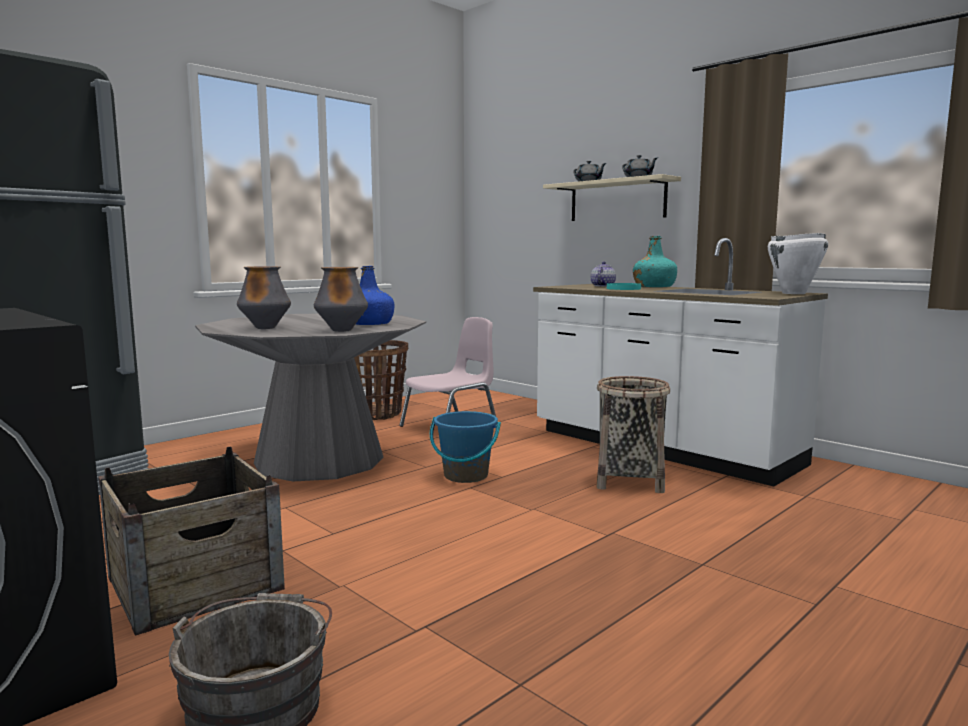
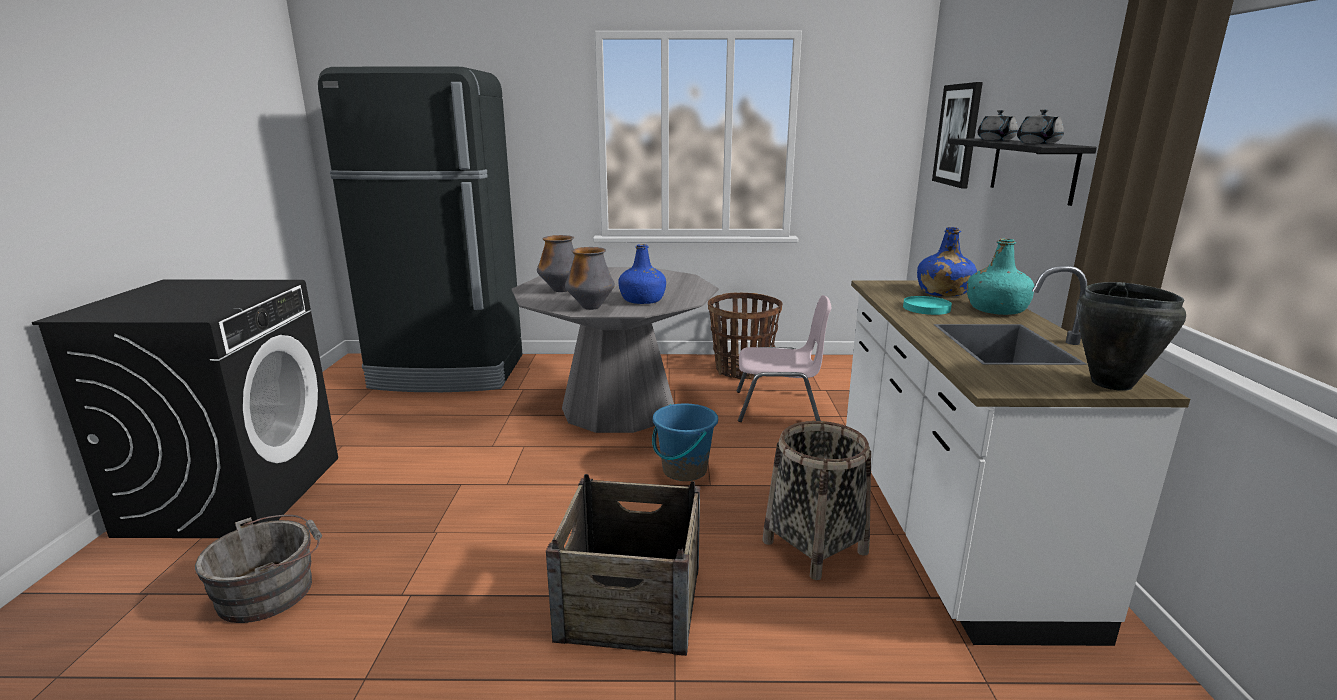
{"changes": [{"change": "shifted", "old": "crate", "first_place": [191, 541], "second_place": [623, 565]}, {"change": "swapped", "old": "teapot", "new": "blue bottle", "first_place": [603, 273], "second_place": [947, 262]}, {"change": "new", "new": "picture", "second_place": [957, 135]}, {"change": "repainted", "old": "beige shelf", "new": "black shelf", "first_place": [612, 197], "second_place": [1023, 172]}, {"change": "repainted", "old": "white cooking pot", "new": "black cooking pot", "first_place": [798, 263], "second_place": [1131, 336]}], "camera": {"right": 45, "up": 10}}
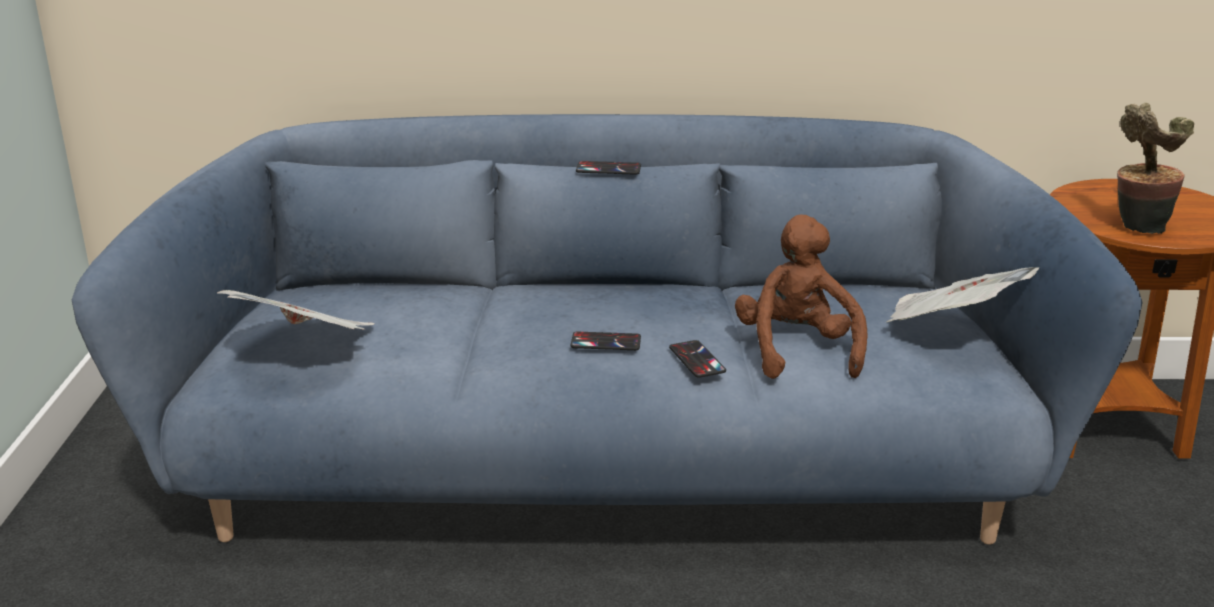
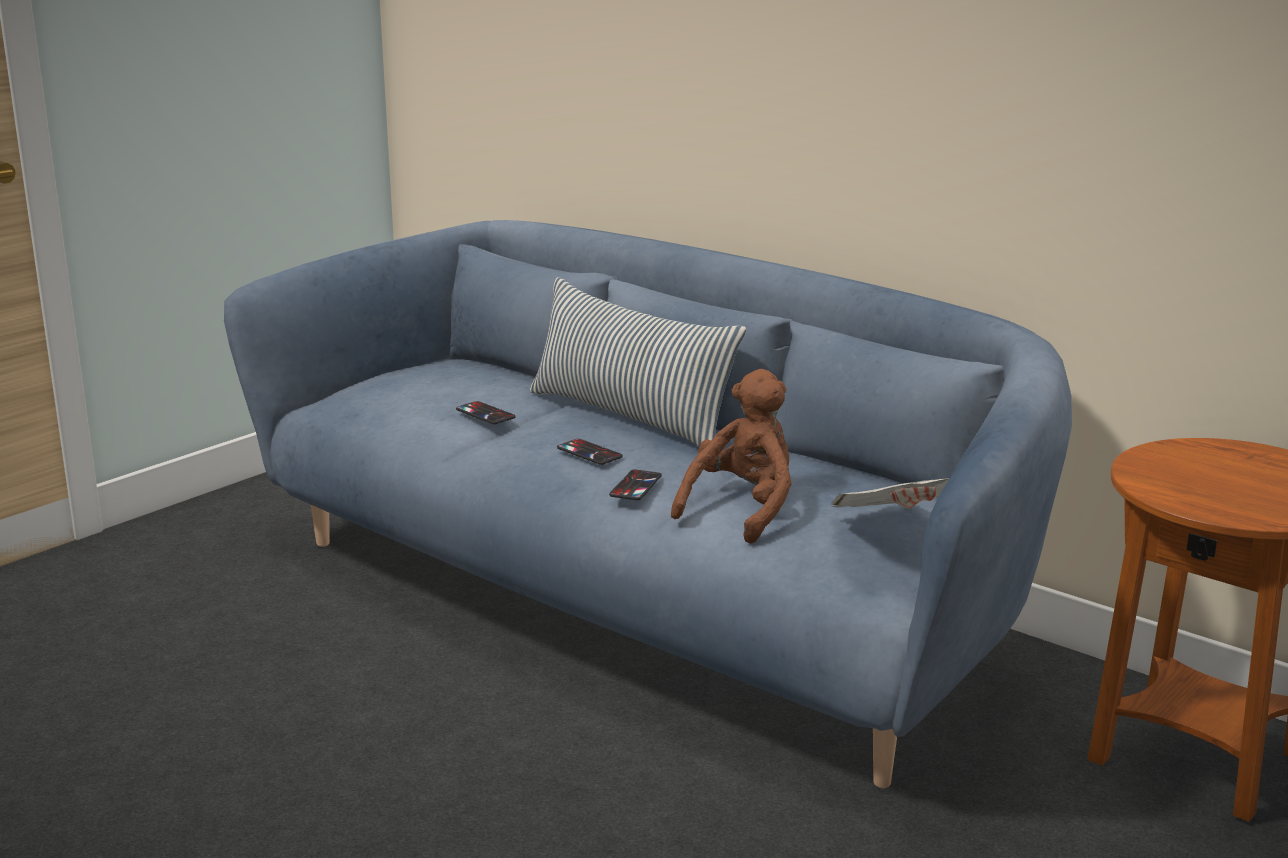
{"changes": [{"change": "shifted", "old": "phone", "first_place": [608, 168], "second_place": [486, 412]}, {"change": "new", "new": "pillow", "second_place": [638, 361]}, {"change": "gone", "old": "newspaper", "first_place": [296, 310]}, {"change": "gone", "old": "potted plant", "first_place": [1155, 168]}], "camera": {"right": 40, "up": -5}}
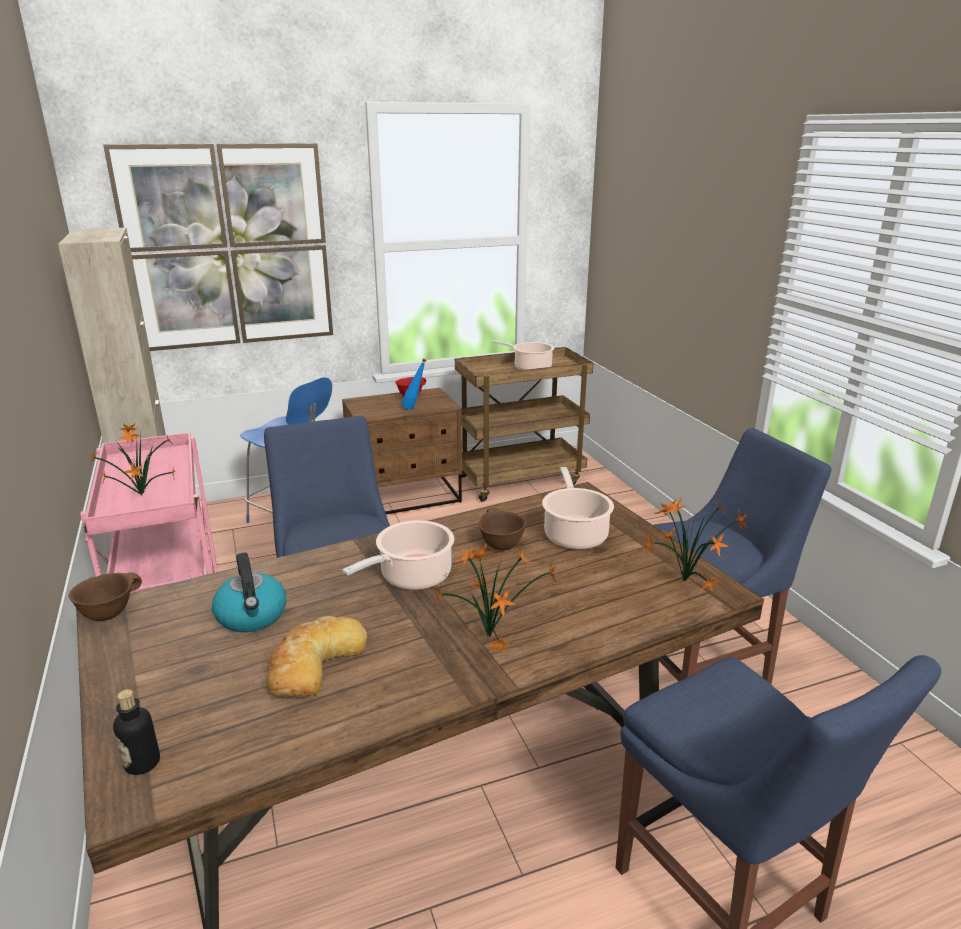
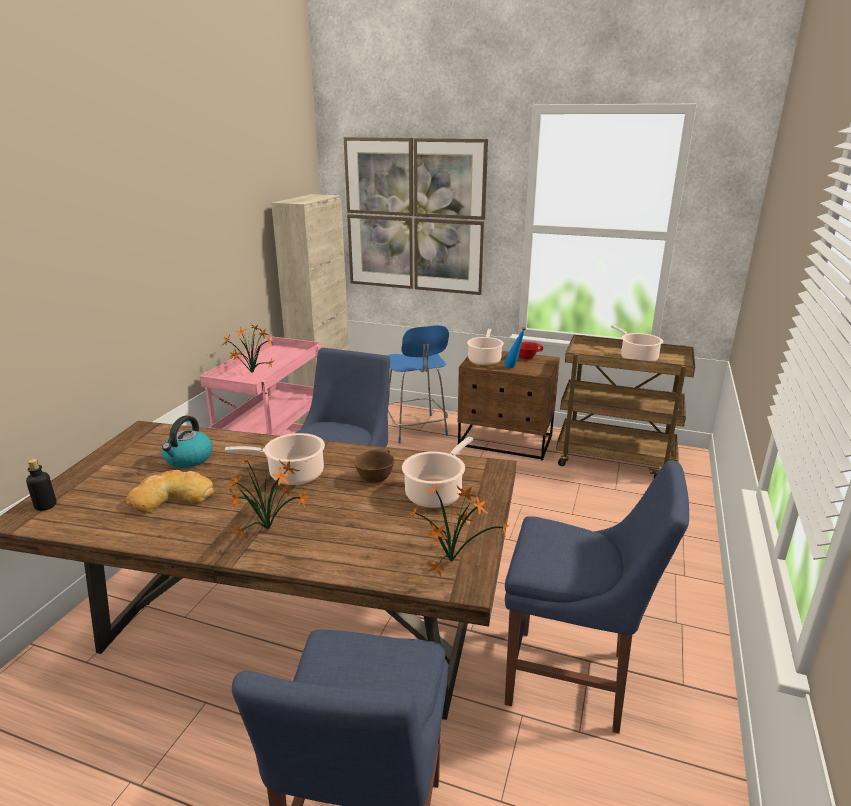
{"changes": [{"change": "new", "new": "cooking pot", "second_place": [485, 347]}, {"change": "gone", "old": "brown bowl", "first_place": [105, 596]}], "camera": {"right": 40, "up": 0}}
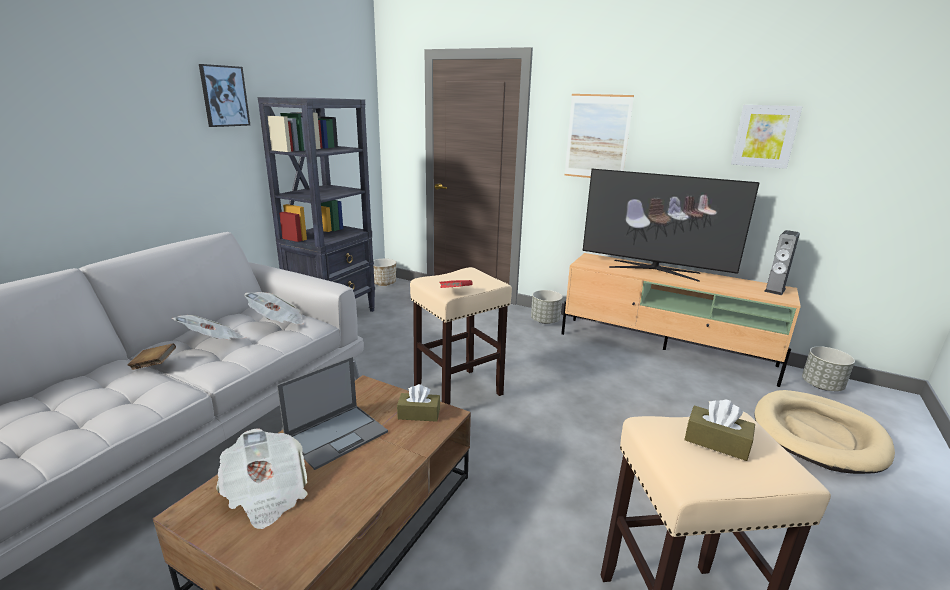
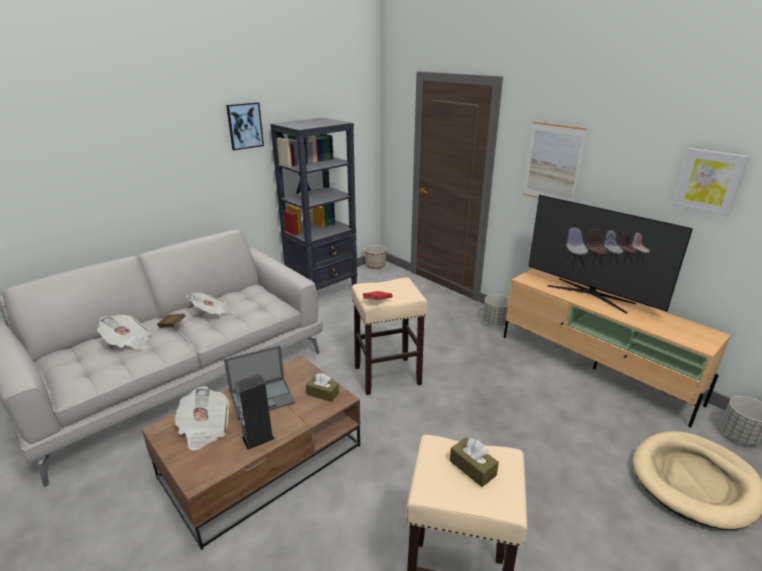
{"changes": [{"change": "shifted", "old": "newspaper", "first_place": [274, 308], "second_place": [124, 332]}, {"change": "shifted", "old": "speaker", "first_place": [782, 263], "second_place": [255, 412]}], "camera": {"right": 20, "up": 5}}
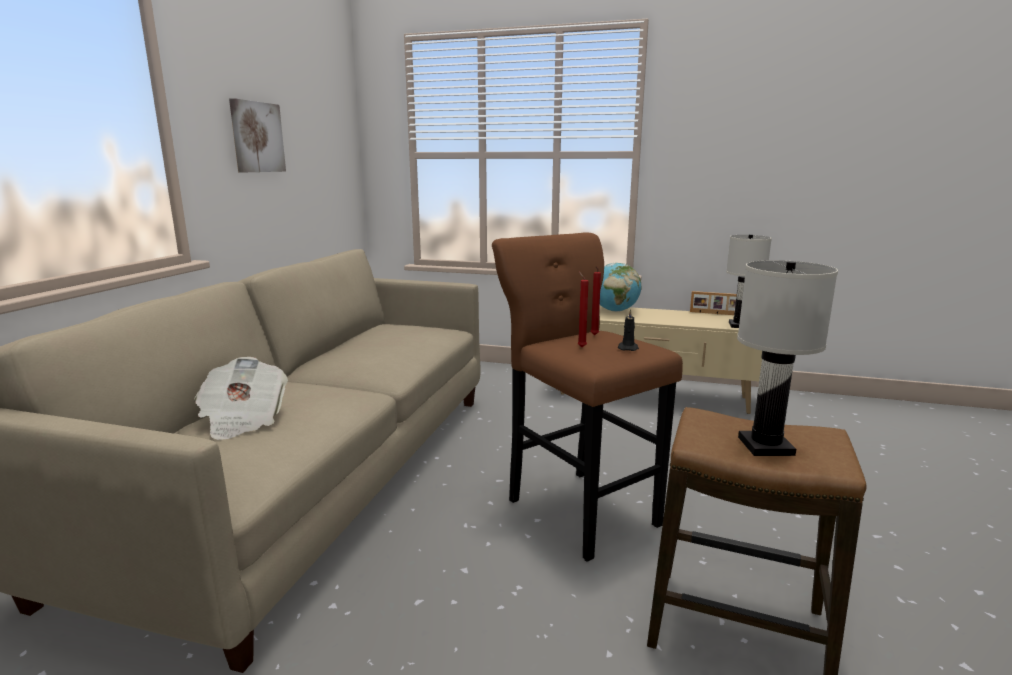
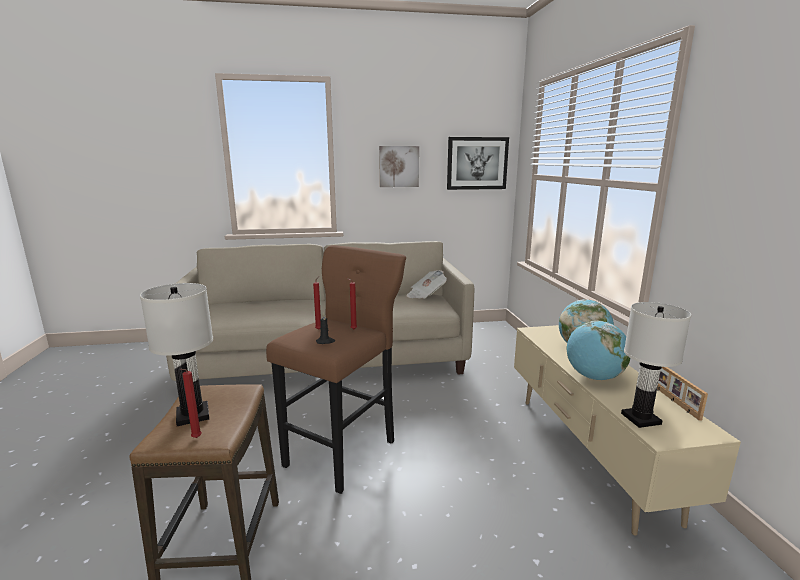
{"changes": [{"change": "new", "new": "red candle", "second_place": [191, 403]}, {"change": "shifted", "old": "newspaper", "first_place": [241, 398], "second_place": [426, 284]}, {"change": "new", "new": "picture", "second_place": [478, 163]}, {"change": "new", "new": "globe", "second_place": [598, 350]}], "camera": {"right": 65, "up": 0}}
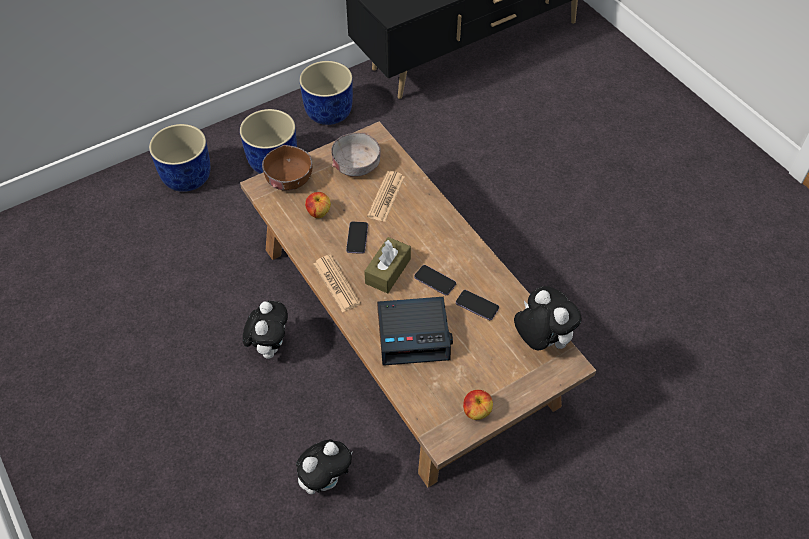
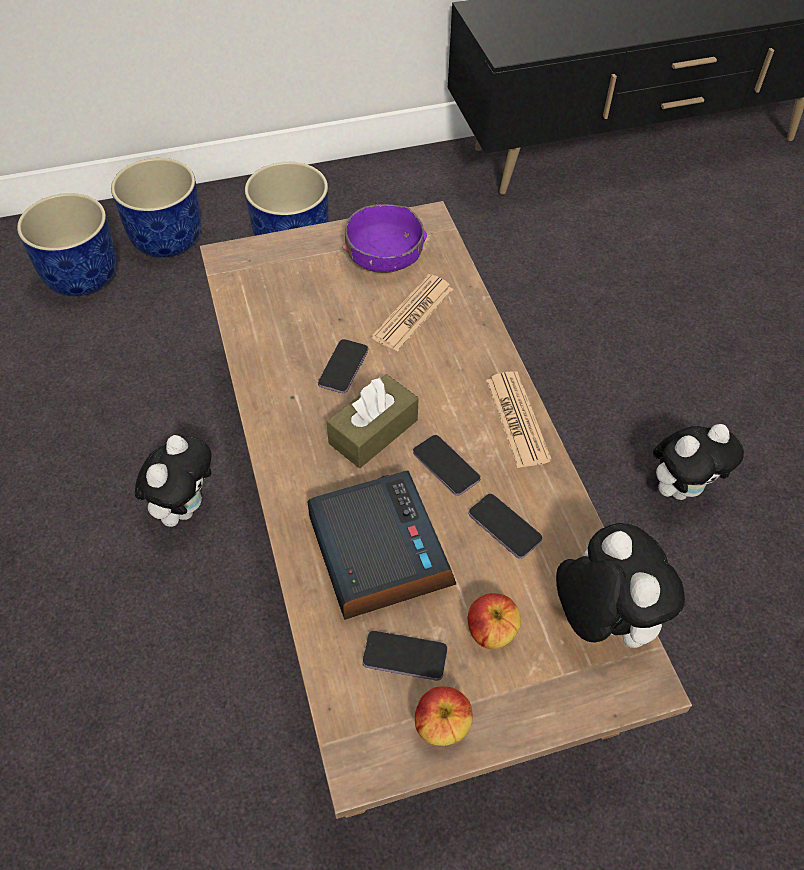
{"changes": [{"change": "shifted", "old": "blue planter", "first_place": [326, 93], "second_place": [67, 244]}, {"change": "rotated", "old": "alarm clock", "first_place": [415, 331], "second_place": [381, 545], "degrees": -120}, {"change": "repainted", "old": "grey bowl", "new": "purple bowl", "first_place": [355, 155], "second_place": [384, 238]}, {"change": "new", "new": "phone", "second_place": [405, 655]}, {"change": "shifted", "old": "apple", "first_place": [318, 205], "second_place": [494, 621]}, {"change": "shifted", "old": "newspaper", "first_place": [337, 283], "second_place": [519, 419]}, {"change": "shifted", "old": "plush toy", "first_place": [324, 466], "second_place": [698, 462]}, {"change": "gone", "old": "brown bowl", "first_place": [287, 168]}], "camera": {"right": 15, "up": 0}}
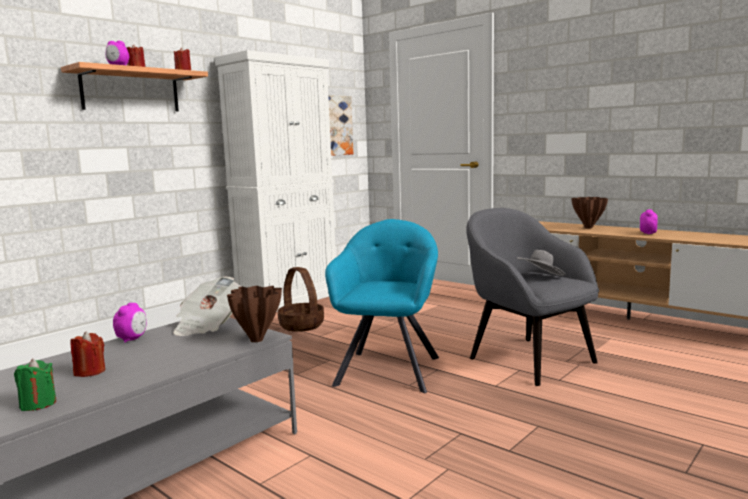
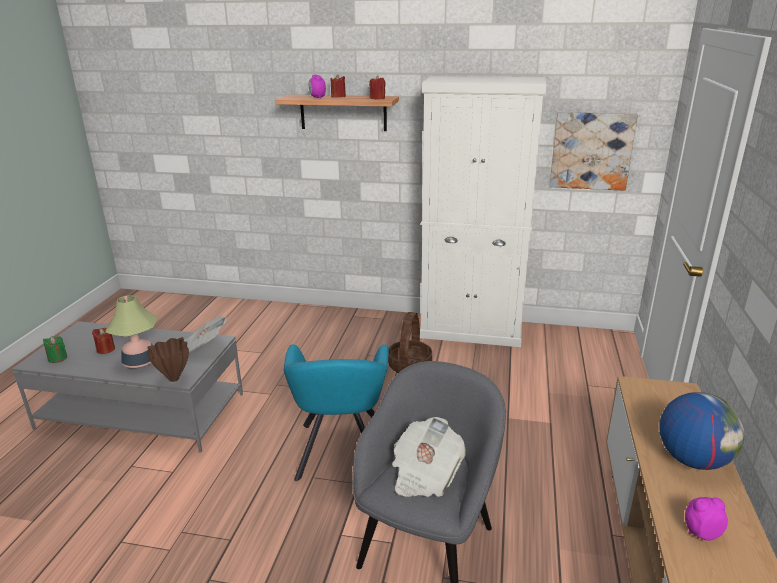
{"changes": [{"change": "new", "new": "table lamp", "second_place": [131, 331]}, {"change": "rotated", "old": "turquoise armchair", "first_place": [382, 306], "second_place": [336, 412], "degrees": 105}, {"change": "swapped", "old": "grey hat", "new": "newspaper", "first_place": [541, 263], "second_place": [429, 457]}, {"change": "swapped", "old": "brown vase", "new": "globe", "first_place": [590, 212], "second_place": [702, 431]}, {"change": "gone", "old": "alarm clock", "first_place": [130, 323]}], "camera": {"right": 60, "up": 15}}
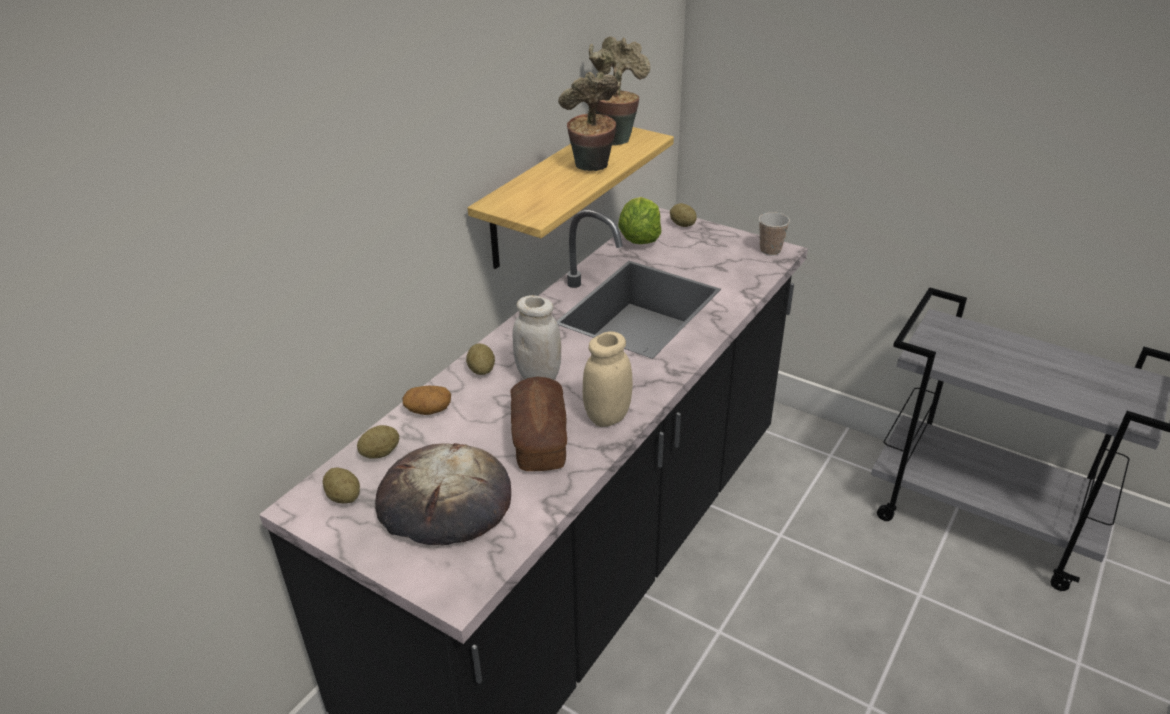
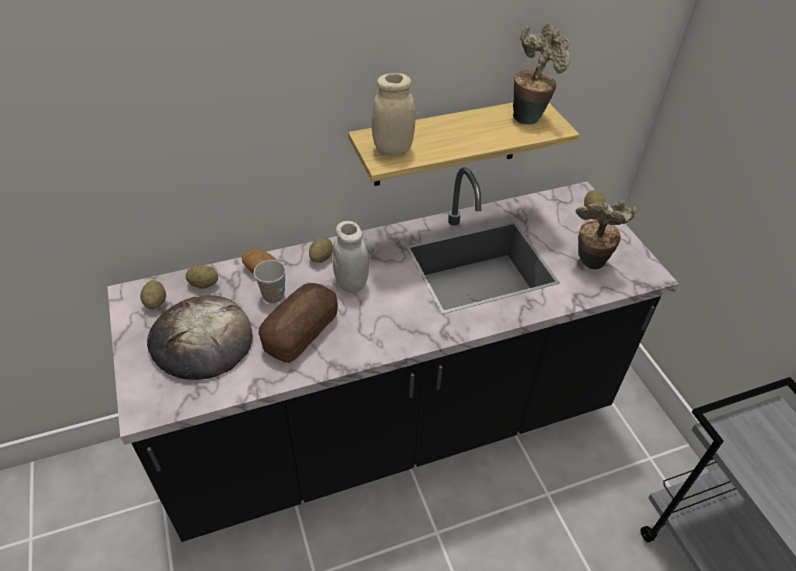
{"changes": [{"change": "shifted", "old": "cup", "first_place": [774, 234], "second_place": [270, 281]}, {"change": "shifted", "old": "beige jar", "first_place": [608, 379], "second_place": [394, 114]}, {"change": "shifted", "old": "potted plant", "first_place": [590, 120], "second_place": [606, 234]}, {"change": "gone", "old": "lettuce", "first_place": [639, 220]}], "camera": {"right": 35, "up": 10}}
